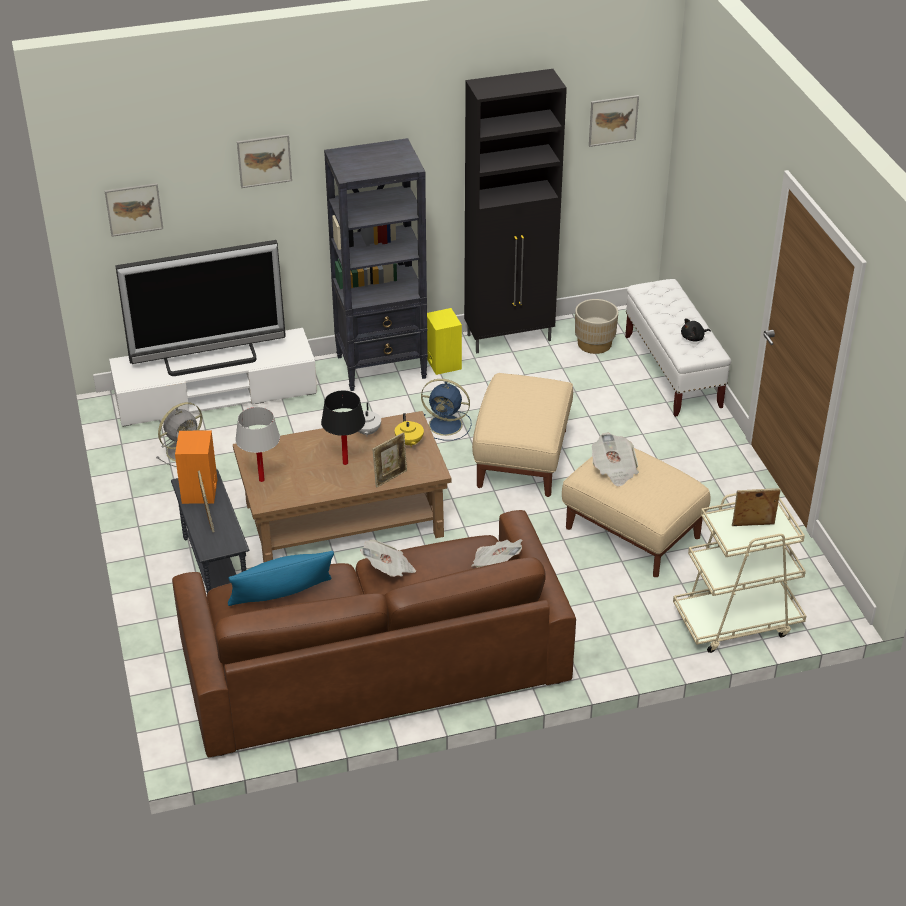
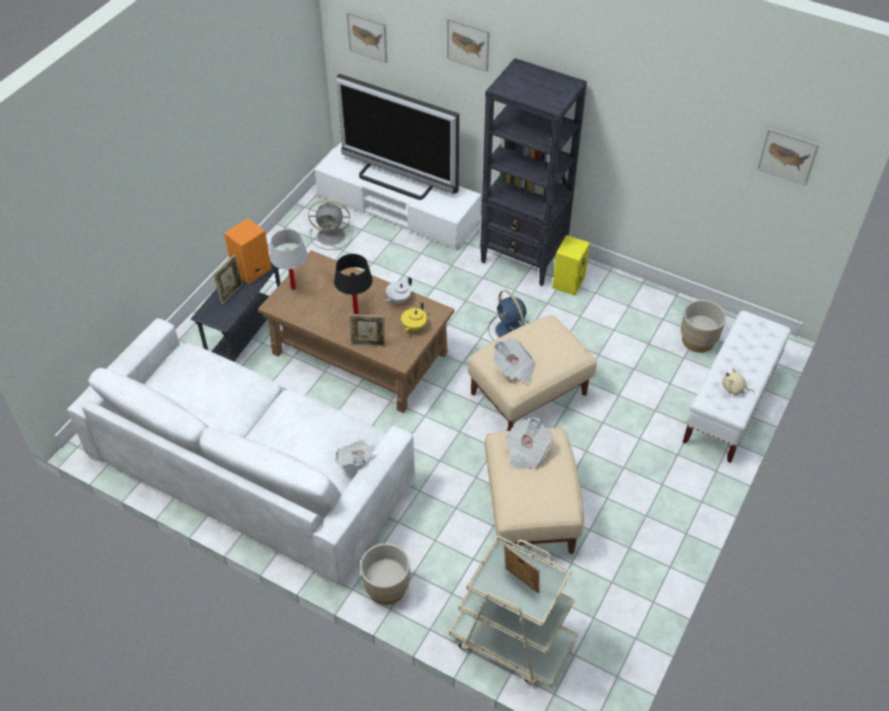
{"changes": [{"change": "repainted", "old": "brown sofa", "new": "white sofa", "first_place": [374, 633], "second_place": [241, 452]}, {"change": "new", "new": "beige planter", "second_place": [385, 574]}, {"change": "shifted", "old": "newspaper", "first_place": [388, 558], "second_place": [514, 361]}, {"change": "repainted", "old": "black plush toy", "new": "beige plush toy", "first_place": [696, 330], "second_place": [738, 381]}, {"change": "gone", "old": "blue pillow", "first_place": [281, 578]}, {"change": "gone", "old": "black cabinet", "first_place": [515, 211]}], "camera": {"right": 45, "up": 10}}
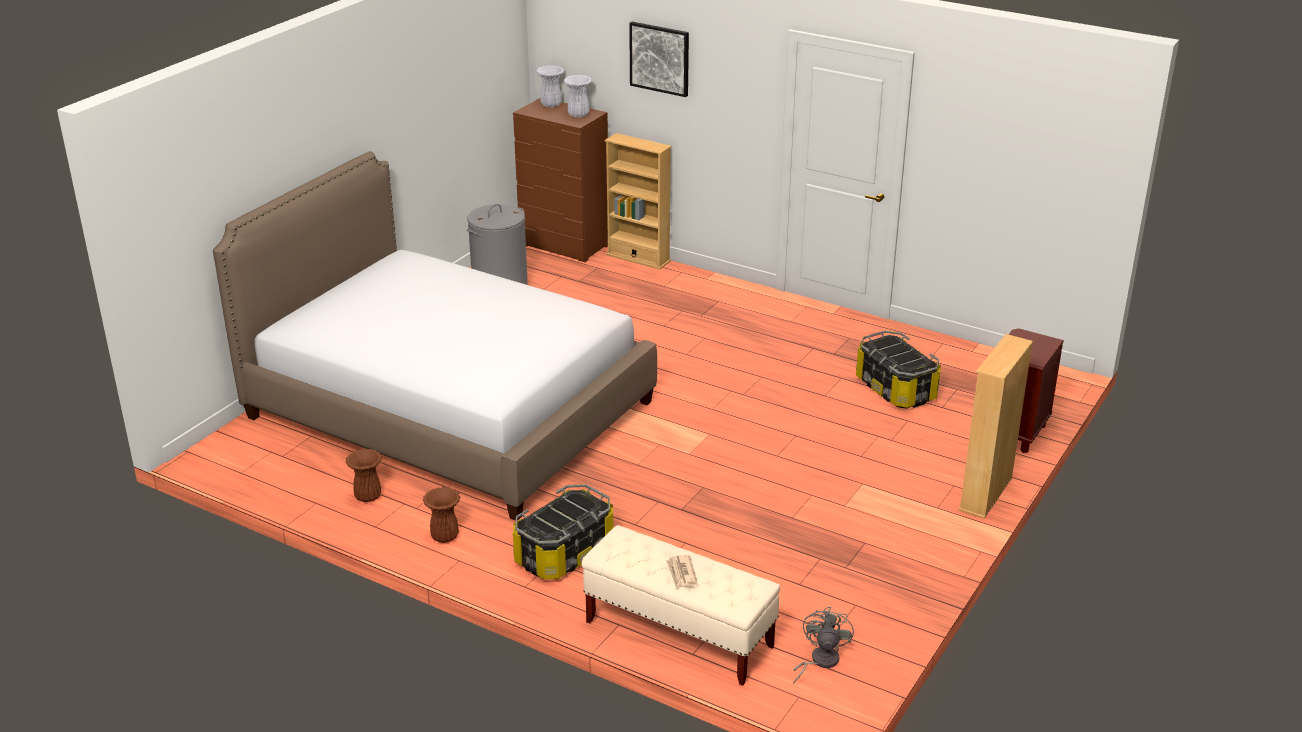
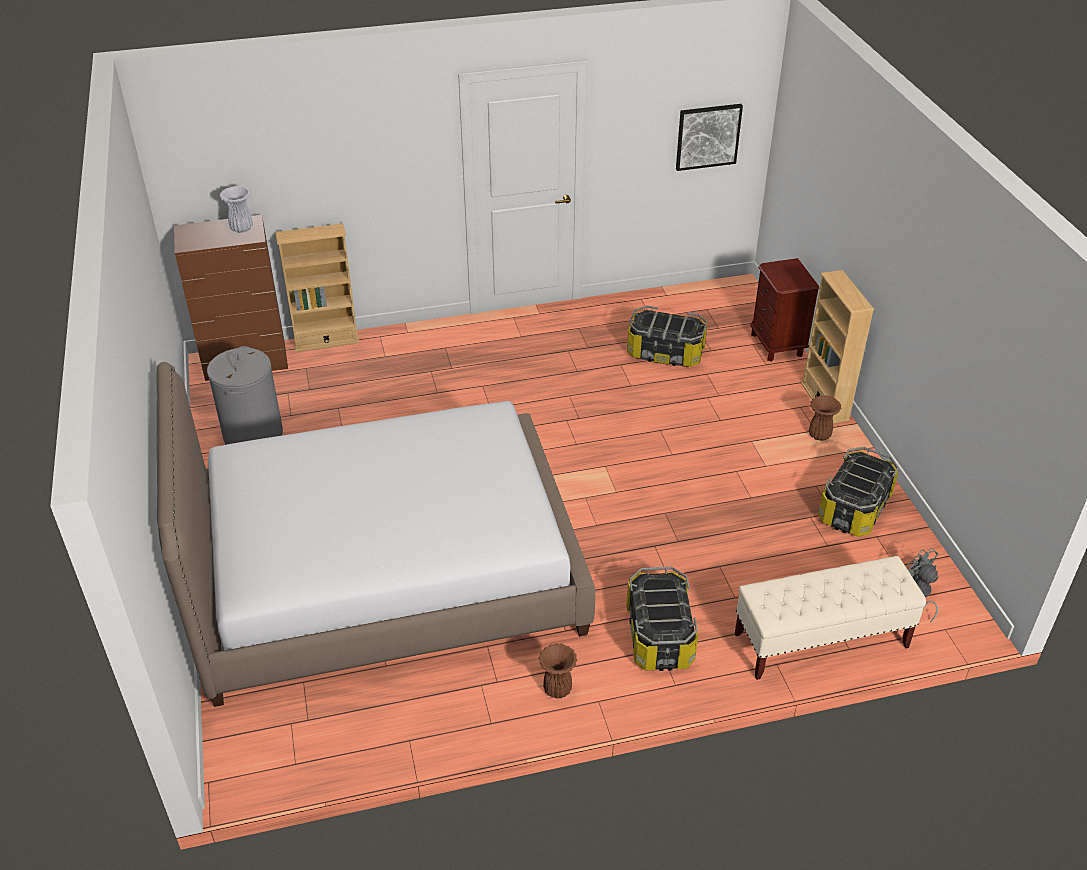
{"changes": [{"change": "shifted", "old": "picture", "first_place": [659, 59], "second_place": [709, 137]}, {"change": "shifted", "old": "brown vase", "first_place": [364, 475], "second_place": [825, 418]}, {"change": "new", "new": "storage box", "second_place": [858, 492]}, {"change": "gone", "old": "white vase", "first_place": [550, 86]}, {"change": "gone", "old": "newspaper", "first_place": [682, 572]}], "camera": {"right": -45, "up": 10}}
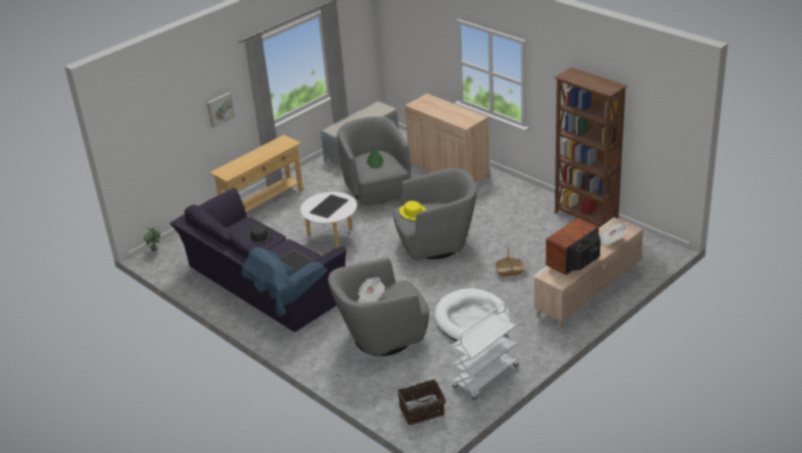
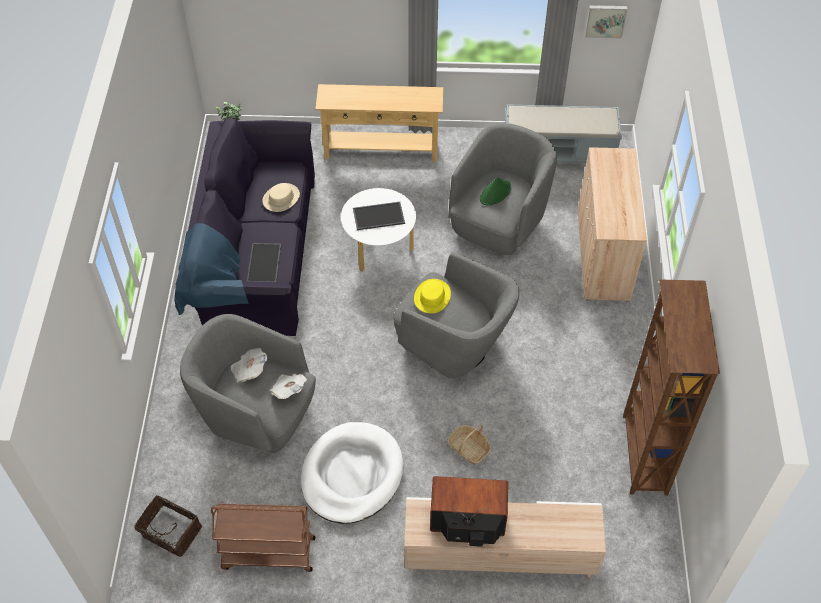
{"changes": [{"change": "repainted", "old": "white cart", "new": "brown cart", "first_place": [484, 351], "second_place": [263, 537]}, {"change": "repainted", "old": "black hat", "new": "beige hat", "first_place": [259, 234], "second_place": [281, 197]}, {"change": "shifted", "old": "newspaper", "first_place": [613, 234], "second_place": [288, 386]}, {"change": "shifted", "old": "picture", "first_place": [221, 110], "second_place": [606, 22]}], "camera": {"right": 45, "up": 20}}
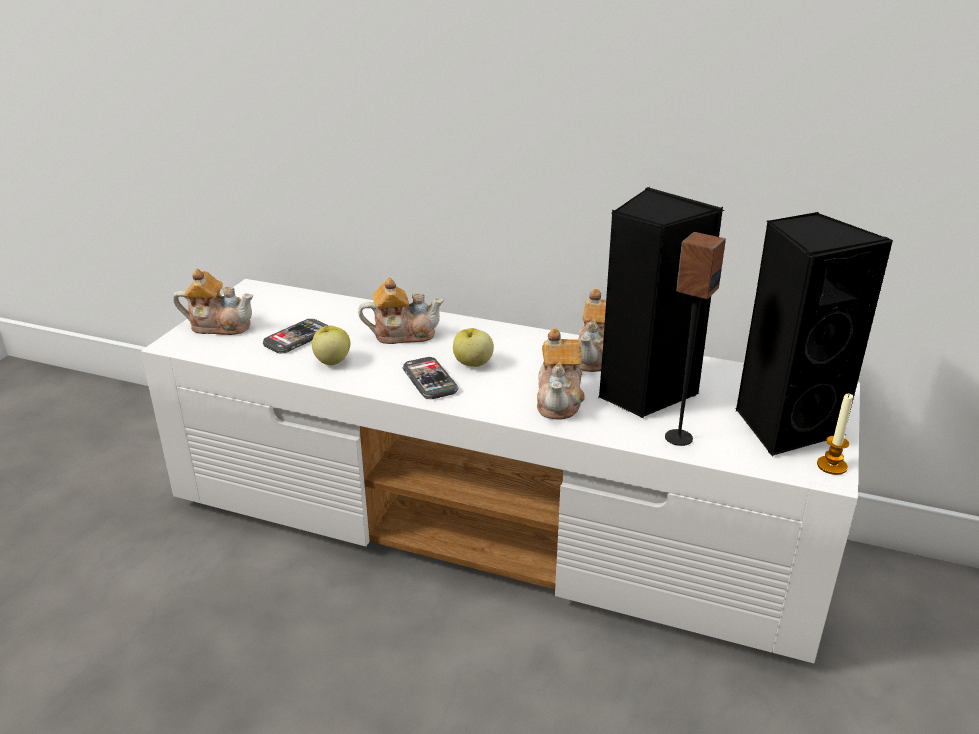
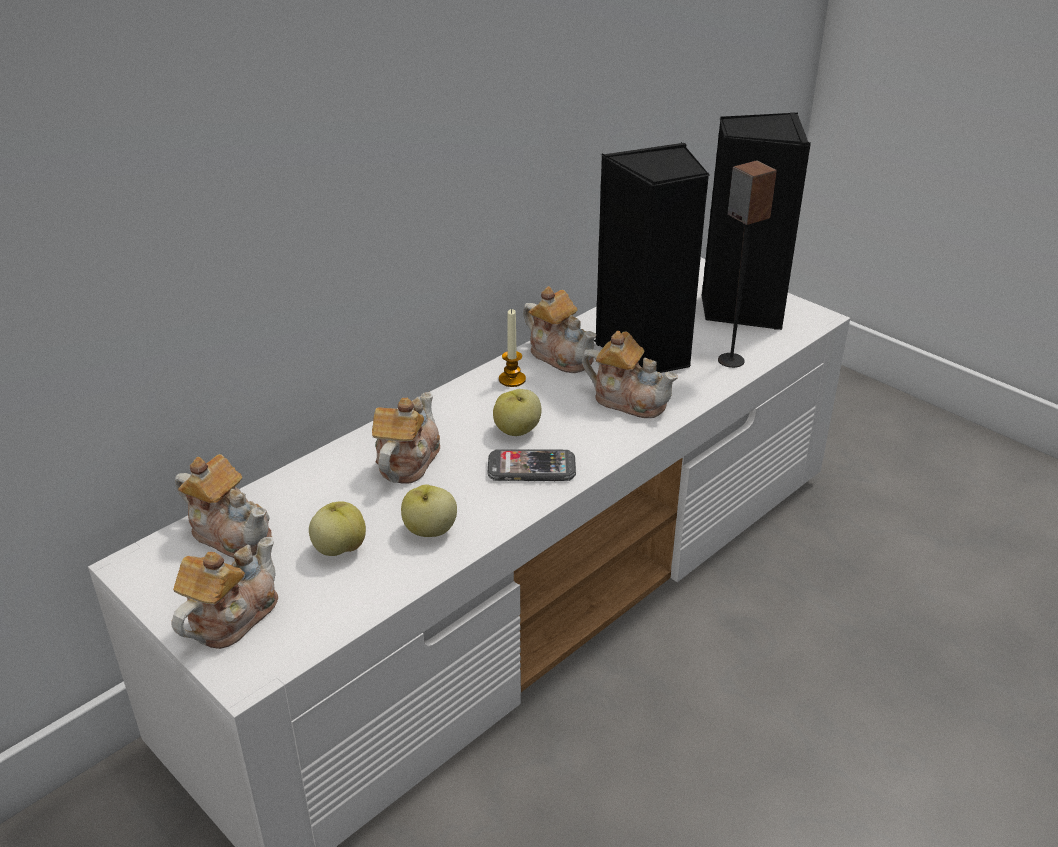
{"changes": [{"change": "new", "new": "teapot", "second_place": [223, 506]}, {"change": "swapped", "old": "phone", "new": "apple", "first_place": [295, 336], "second_place": [337, 528]}, {"change": "shifted", "old": "candle", "first_place": [835, 434], "second_place": [512, 348]}], "camera": {"right": -65, "up": 5}}
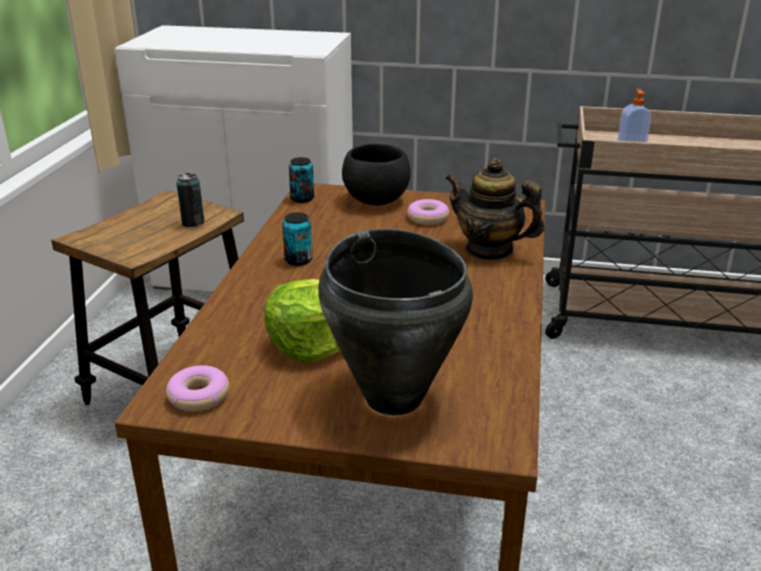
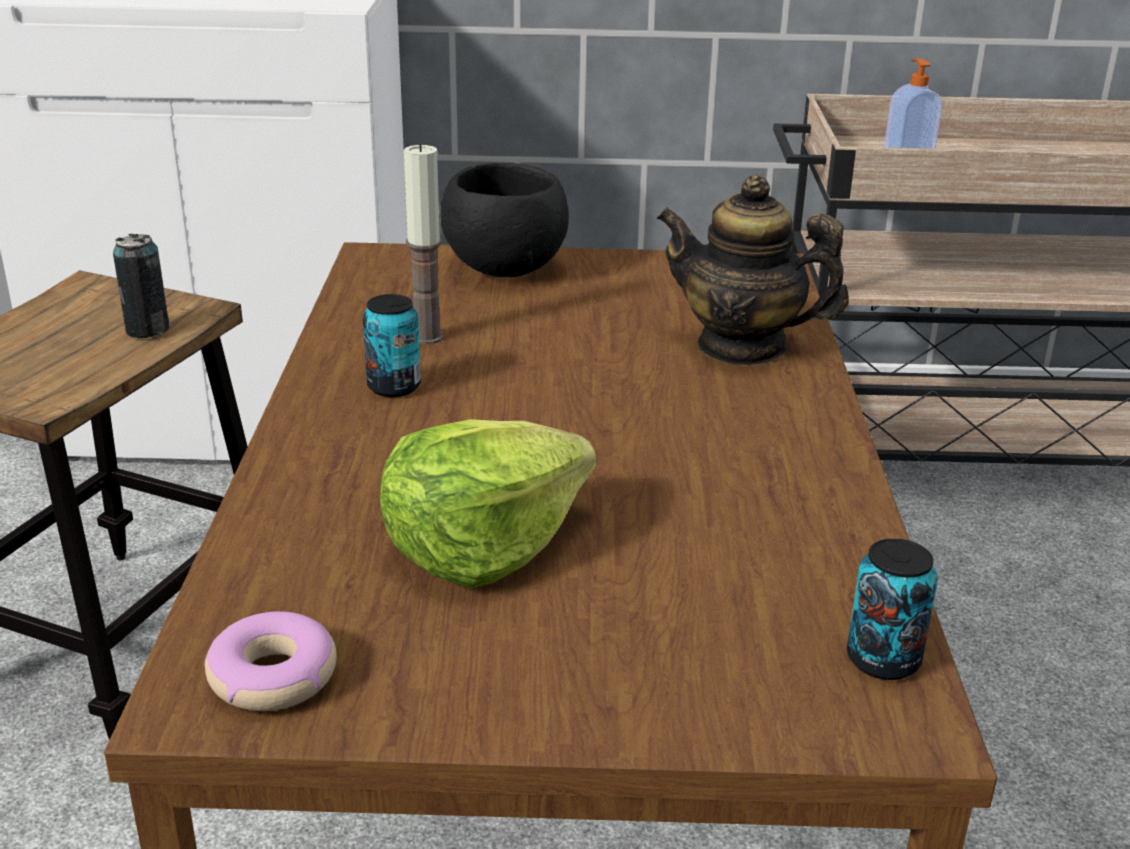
{"changes": [{"change": "new", "new": "candle", "second_place": [424, 243]}, {"change": "shifted", "old": "can", "first_place": [301, 180], "second_place": [892, 609]}, {"change": "gone", "old": "black cooking pot", "first_place": [395, 322]}, {"change": "gone", "old": "donut", "first_place": [428, 212]}], "camera": {"right": -10, "up": 0}}
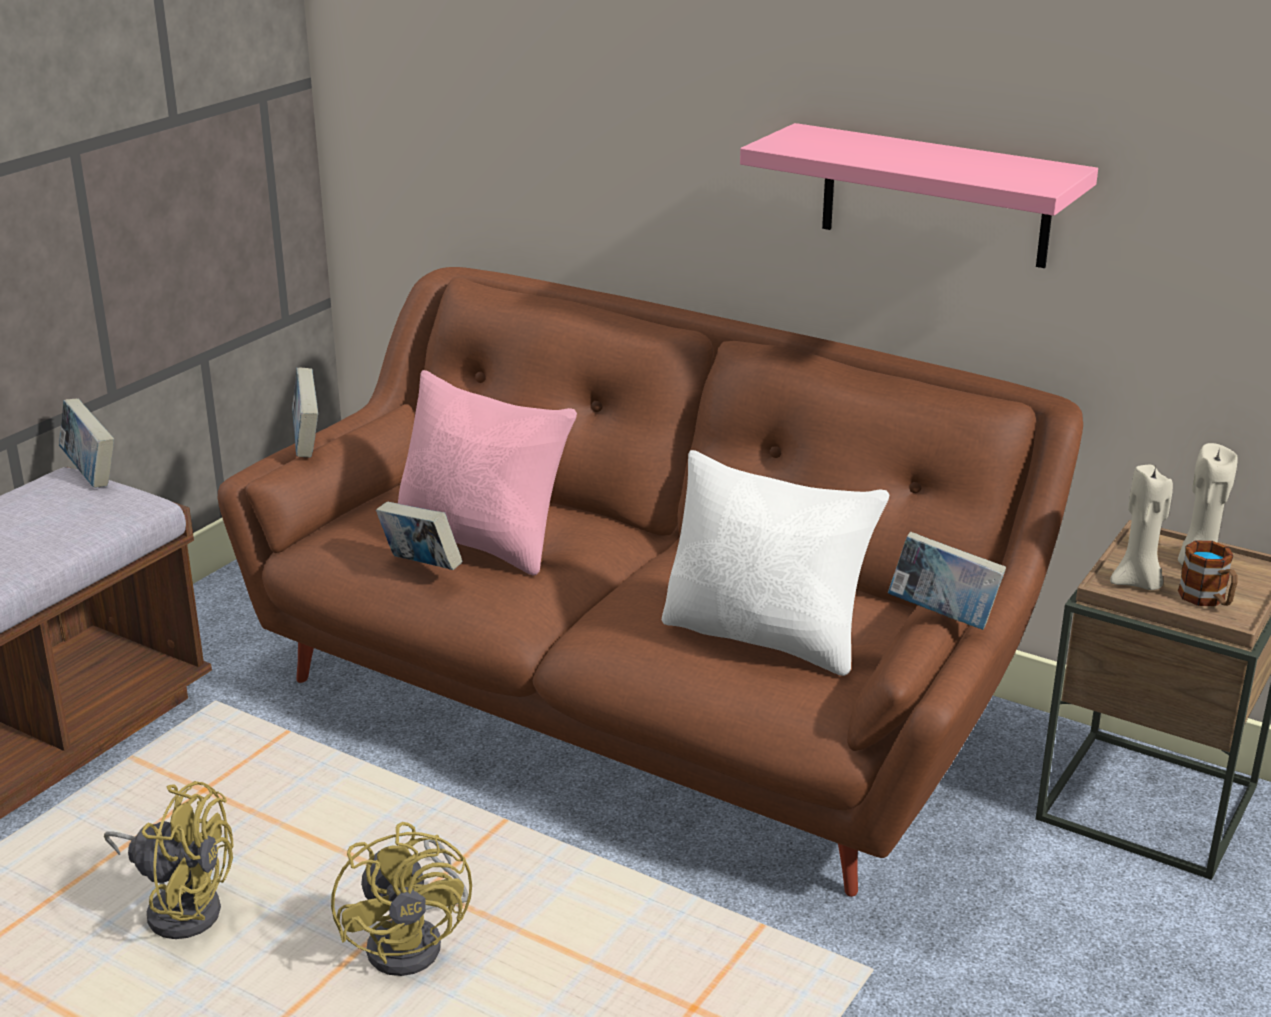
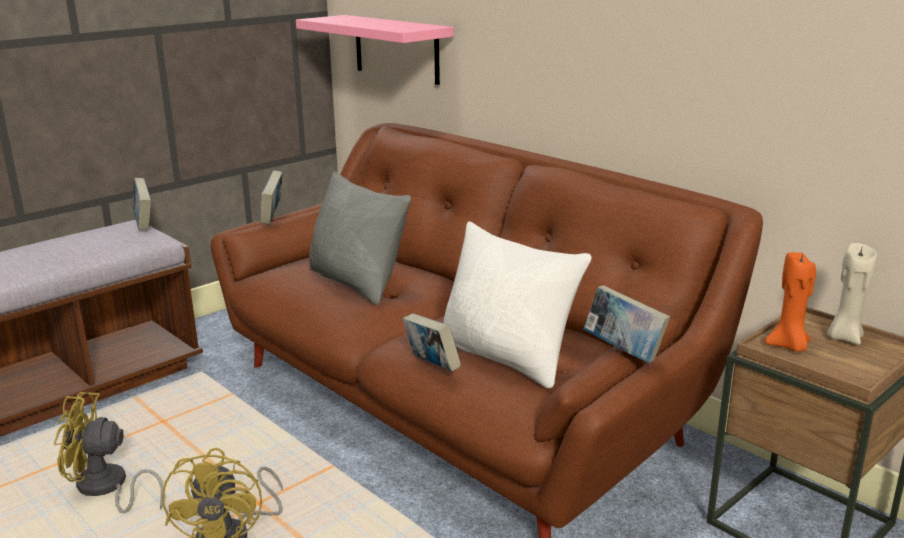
{"changes": [{"change": "rotated", "old": "yellow fan", "first_place": [169, 860], "second_place": [109, 452], "degrees": 150}, {"change": "shifted", "old": "pink shelf", "first_place": [919, 195], "second_place": [375, 50]}, {"change": "repainted", "old": "pink pillow", "new": "grey pillow", "first_place": [487, 472], "second_place": [360, 238]}, {"change": "shifted", "old": "book", "first_place": [419, 536], "second_place": [432, 342]}, {"change": "repainted", "old": "beige candle", "new": "orange candle", "first_place": [1141, 527], "second_place": [790, 302]}, {"change": "gone", "old": "mug", "first_place": [1208, 573]}], "camera": {"right": 15, "up": -5}}
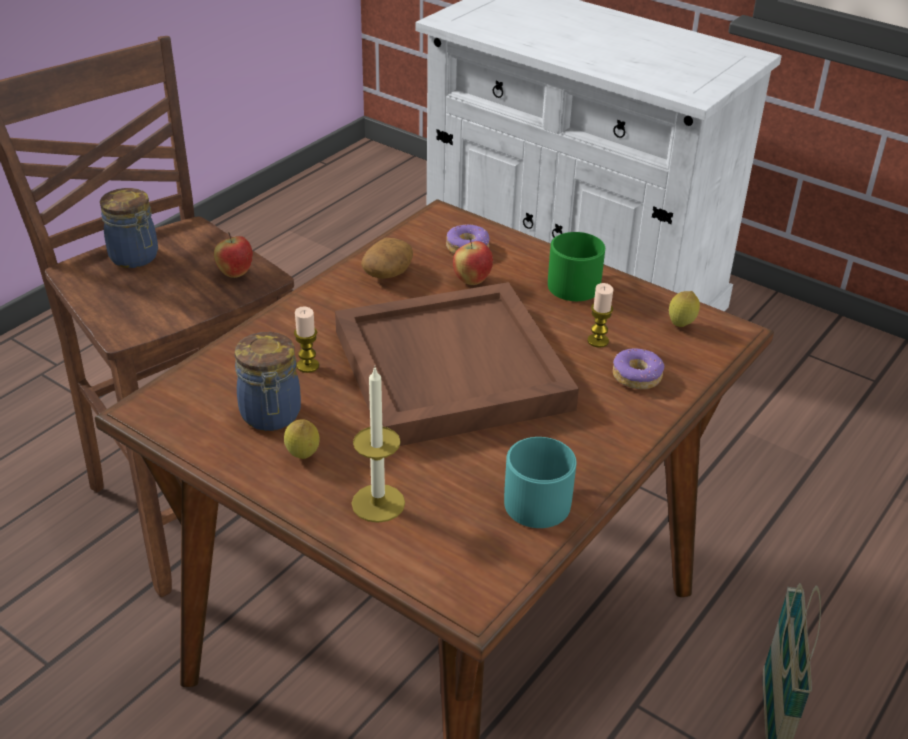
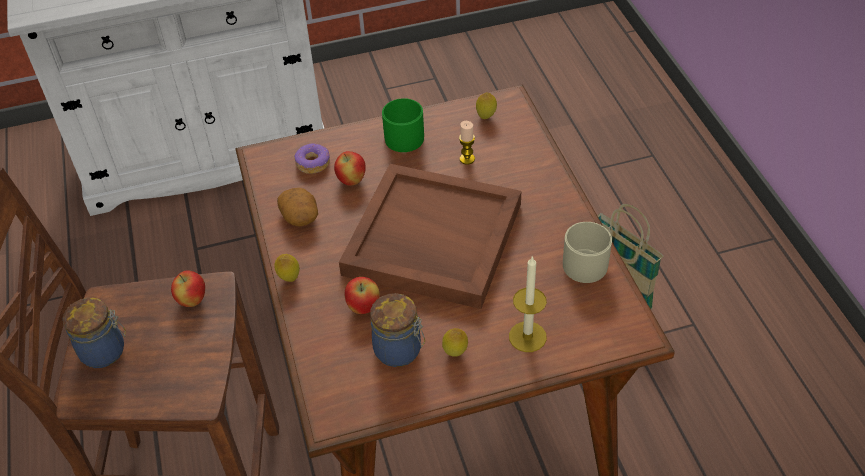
{"changes": [{"change": "new", "new": "lemon", "second_place": [287, 268]}, {"change": "swapped", "old": "candle", "new": "apple", "first_place": [306, 340], "second_place": [362, 295]}, {"change": "repainted", "old": "turquoise mug", "new": "beige mug", "first_place": [540, 482], "second_place": [587, 252]}, {"change": "gone", "old": "donut", "first_place": [638, 368]}], "camera": {"right": -50, "up": 10}}
